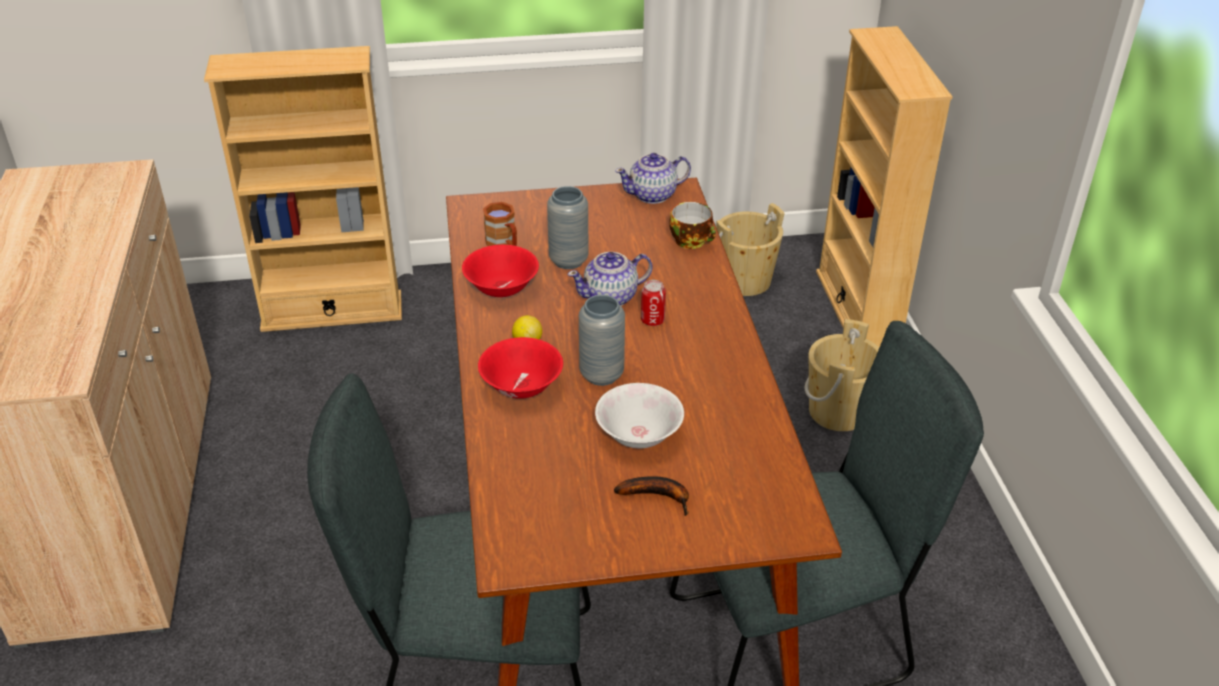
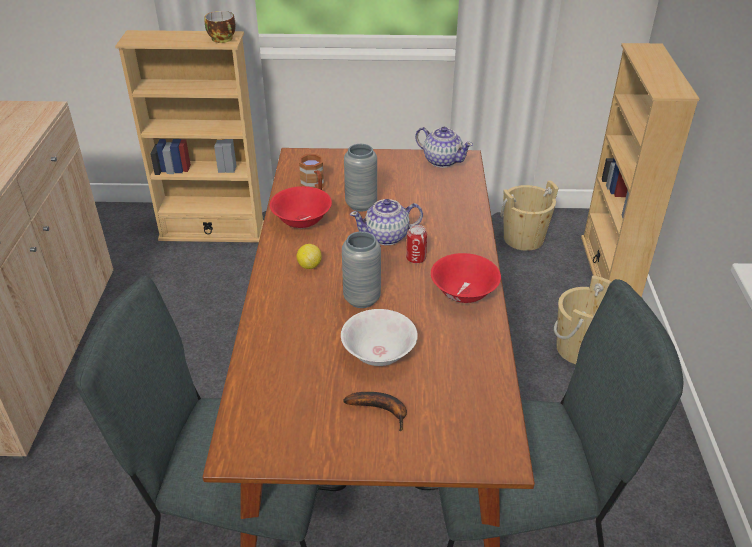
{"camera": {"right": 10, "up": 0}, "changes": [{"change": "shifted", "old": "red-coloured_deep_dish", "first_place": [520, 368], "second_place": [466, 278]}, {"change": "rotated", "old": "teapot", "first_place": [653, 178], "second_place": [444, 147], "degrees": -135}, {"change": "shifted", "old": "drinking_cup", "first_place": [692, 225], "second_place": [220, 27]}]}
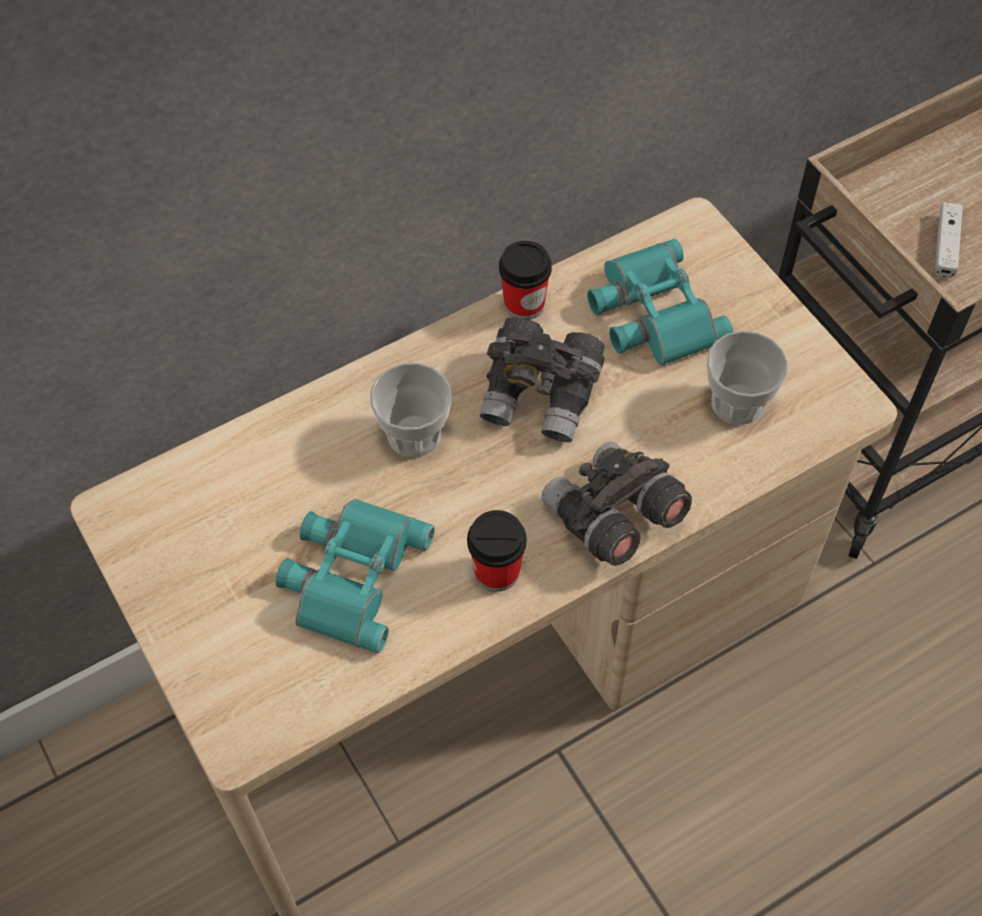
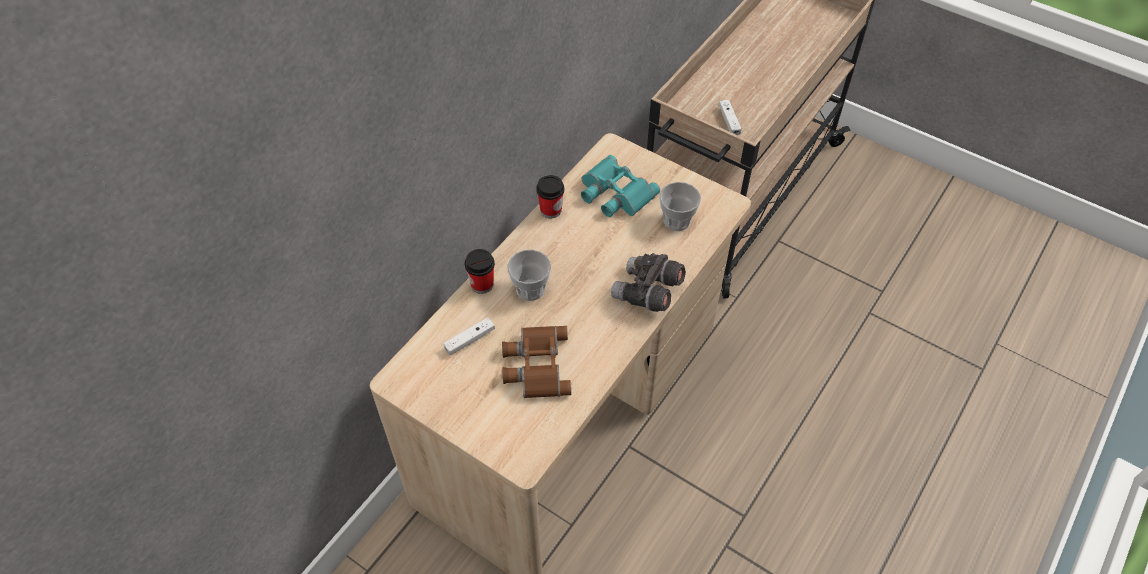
{"camera": {"right": -25, "up": -5}, "changes": [{"change": "repainted", "old": "turquoise_pair_of_binoculars", "new": "brown_pair_of_binoculars", "first_place": [355, 576], "second_place": [537, 362]}, {"change": "shifted", "old": "drinking_cup", "first_place": [497, 551], "second_place": [480, 271]}, {"change": "gone", "old": "grey_pair_of_binoculars", "first_place": [542, 379]}, {"change": "new", "new": "white_game_controller", "second_place": [469, 336]}]}
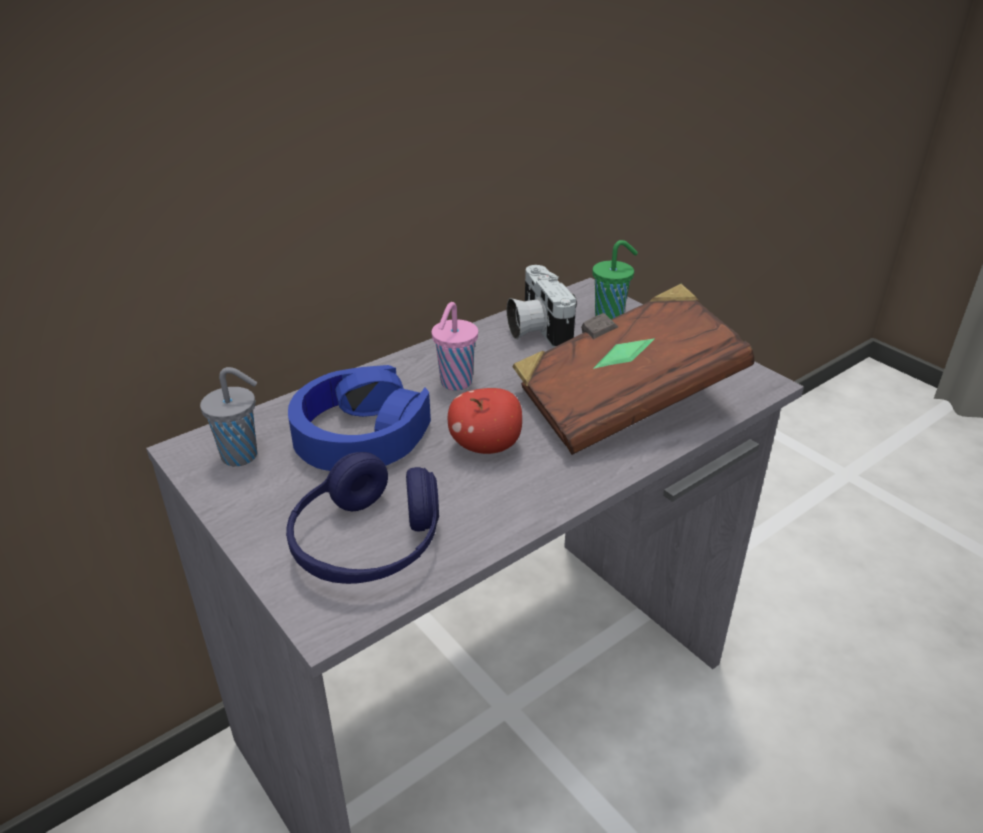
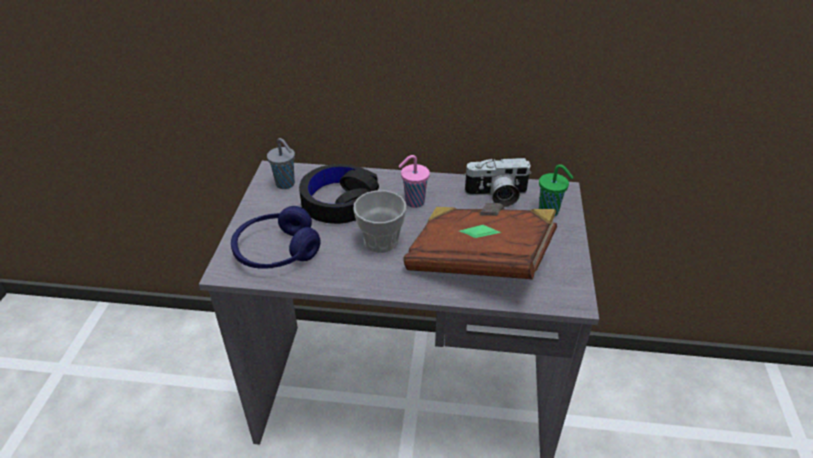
{"camera": {"right": 45, "up": 5}, "changes": [{"change": "repainted", "old": "blue-coloured_pair_of_headphones", "new": "black_pair_of_headphones", "first_place": [359, 418], "second_place": [339, 194]}, {"change": "swapped", "old": "apple", "new": "drinking_cup", "first_place": [485, 421], "second_place": [379, 221]}, {"change": "rotated", "old": "photo_camera", "first_place": [541, 306], "second_place": [498, 182], "degrees": -120}]}
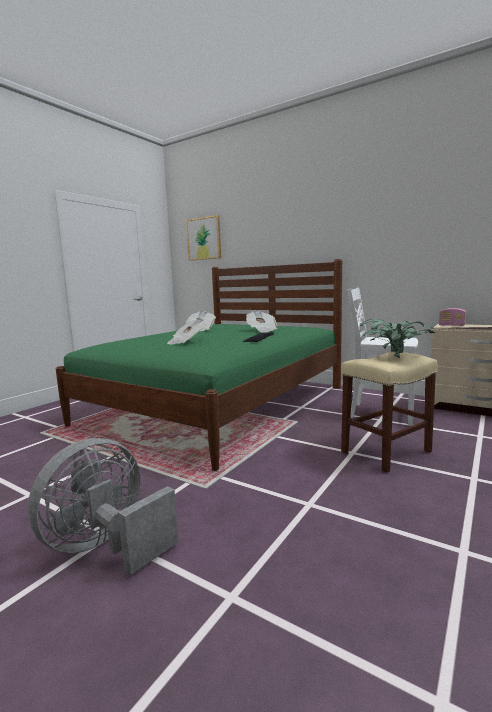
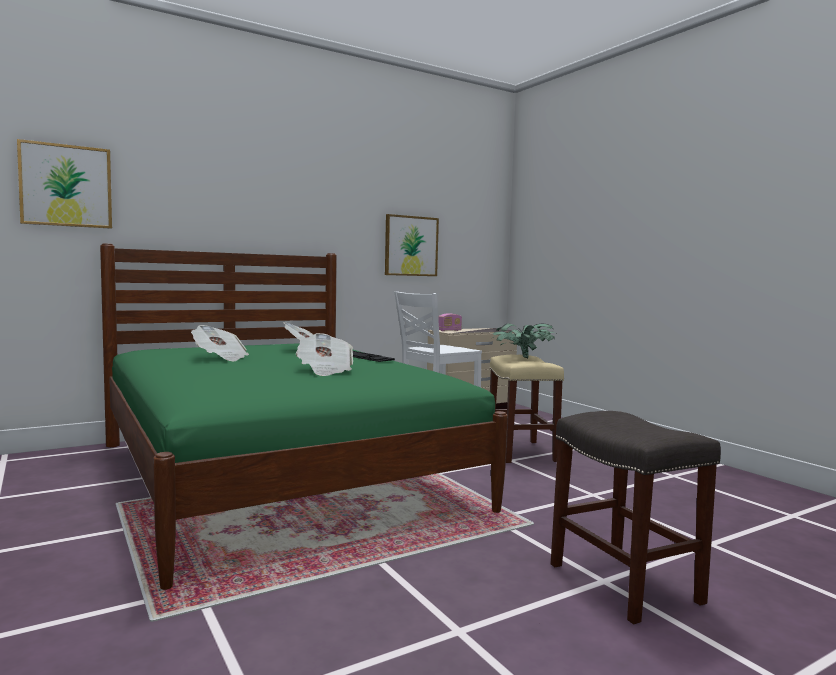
{"camera": {"right": -65, "up": -5}, "changes": [{"change": "swapped", "old": "grey_electric_fan", "new": "grey_stool_seat", "first_place": [103, 506], "second_place": [636, 517]}, {"change": "new", "new": "picture", "second_place": [412, 245]}]}
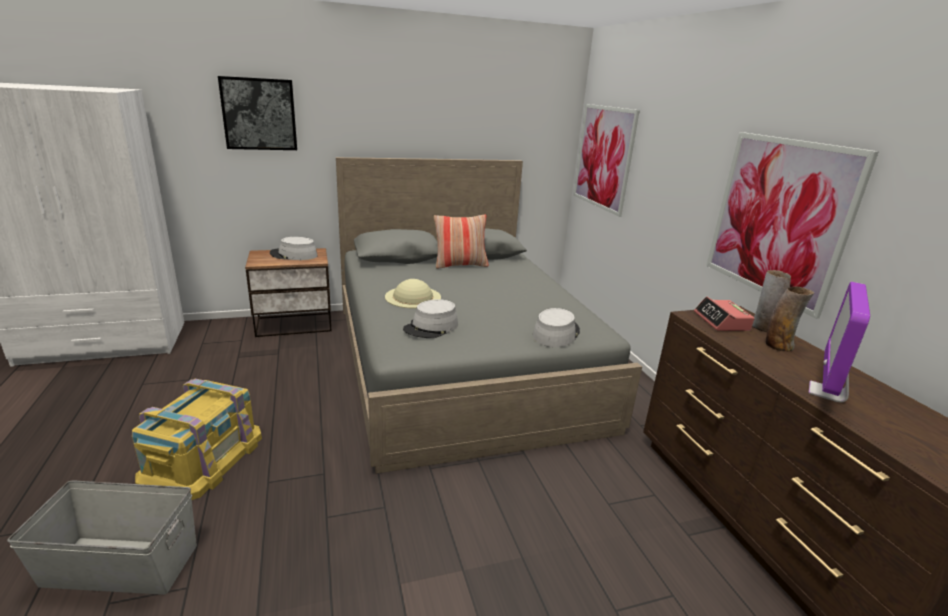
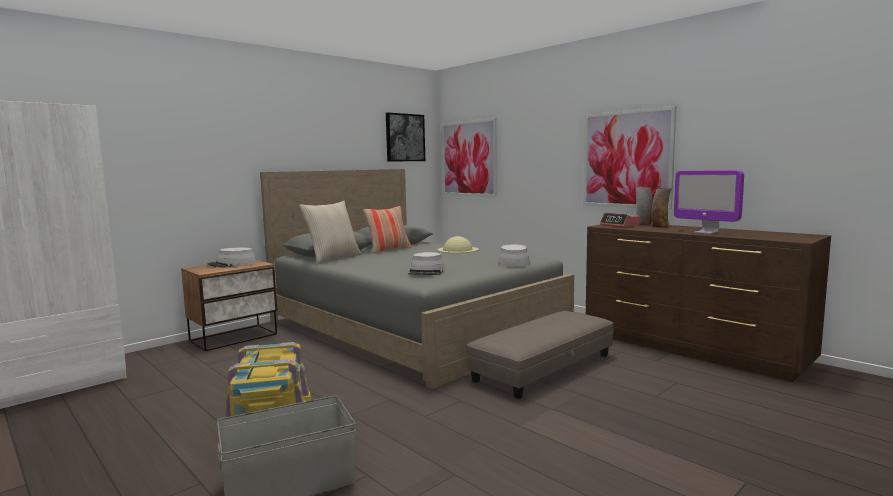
{"camera": {"right": -25, "up": -15}, "changes": [{"change": "shifted", "old": "picture", "first_place": [257, 113], "second_place": [405, 137]}, {"change": "shifted", "old": "sand-coloured_wearable_hat", "first_place": [413, 293], "second_place": [458, 244]}, {"change": "rotated", "old": "computer_display", "first_place": [839, 342], "second_place": [709, 202], "degrees": -45}, {"change": "new", "new": "sand-coloured_cushion", "second_place": [330, 232]}, {"change": "new", "new": "grey_ottoman", "second_place": [540, 355]}]}
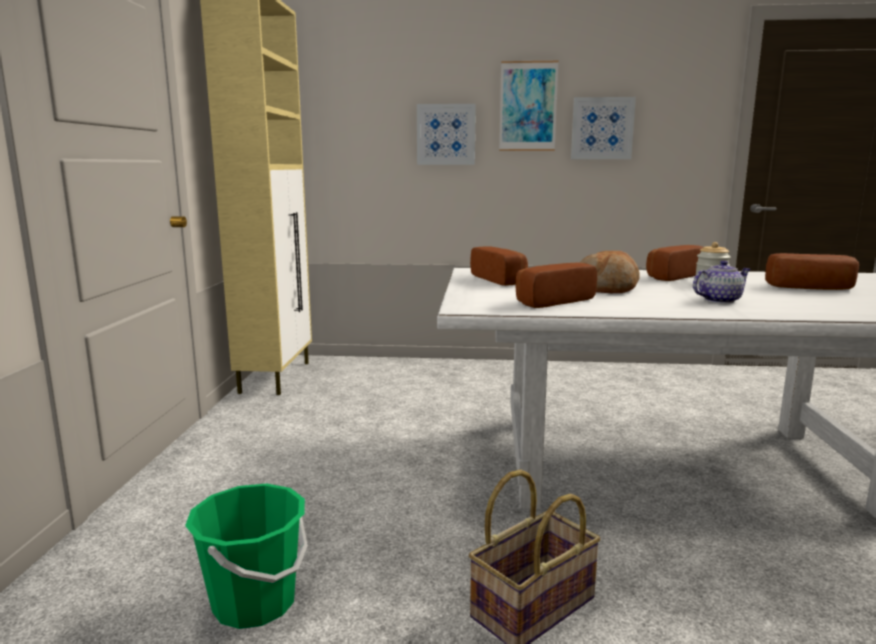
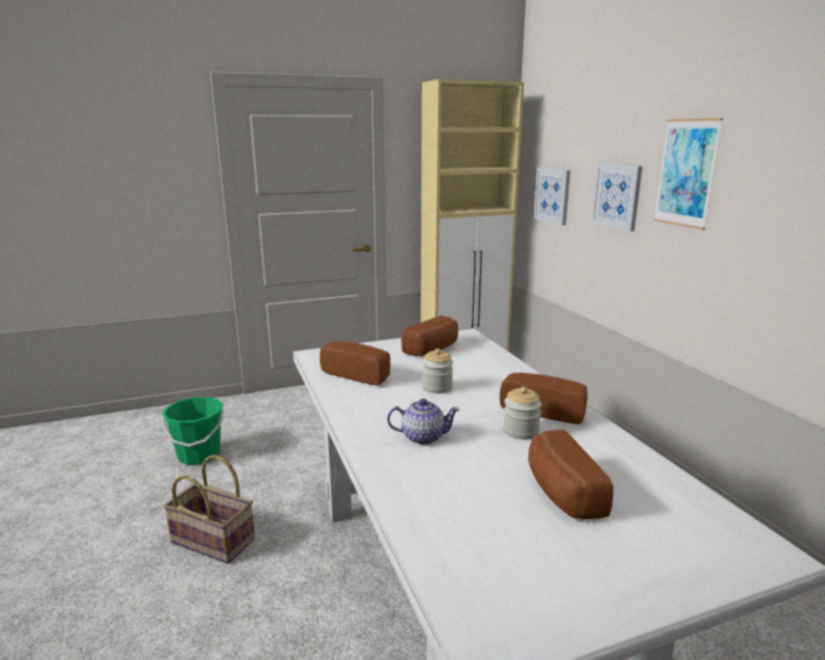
{"camera": {"right": 65, "up": 5}, "changes": [{"change": "shifted", "old": "picture", "first_place": [603, 128], "second_place": [552, 196]}, {"change": "swapped", "old": "bread", "new": "jar", "first_place": [610, 272], "second_place": [437, 371]}, {"change": "rotated", "old": "teapot", "first_place": [722, 282], "second_place": [423, 422], "degrees": -45}]}
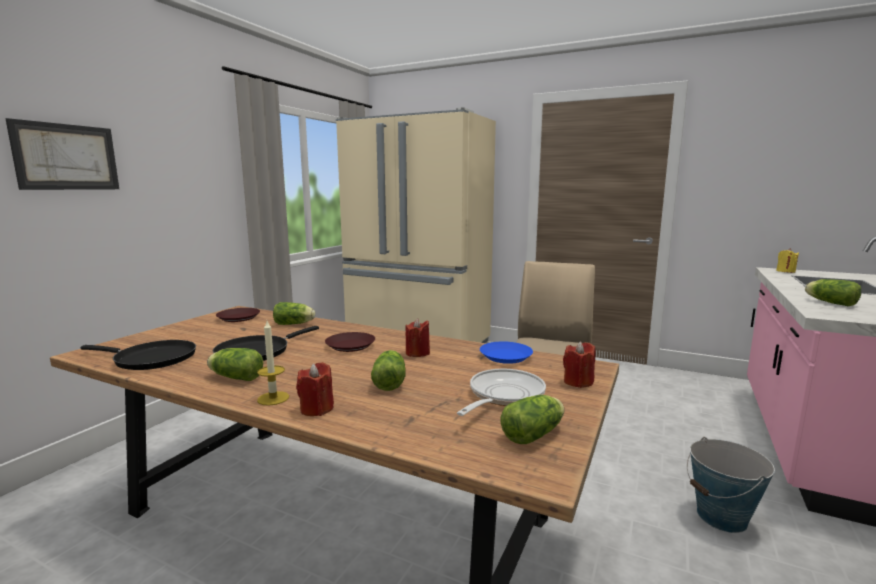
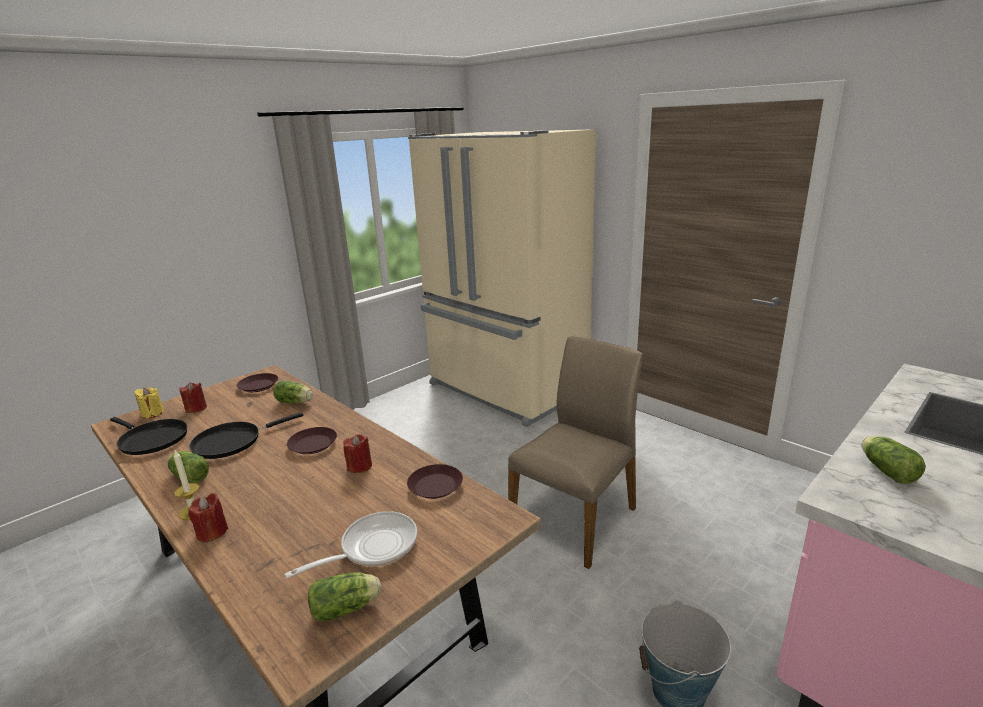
{"camera": {"right": 20, "up": 10}, "changes": [{"change": "gone", "old": "picture", "first_place": [62, 154]}, {"change": "gone", "old": "head_of_lettuce", "first_place": [388, 370]}, {"change": "repainted", "old": "blue-coloured_plate", "new": "brown_plate", "first_place": [506, 352], "second_place": [435, 481]}, {"change": "shifted", "old": "red-coloured_wax_light", "first_place": [579, 364], "second_place": [193, 397]}, {"change": "shifted", "old": "yellowish_wax_light", "first_place": [787, 260], "second_place": [149, 403]}]}
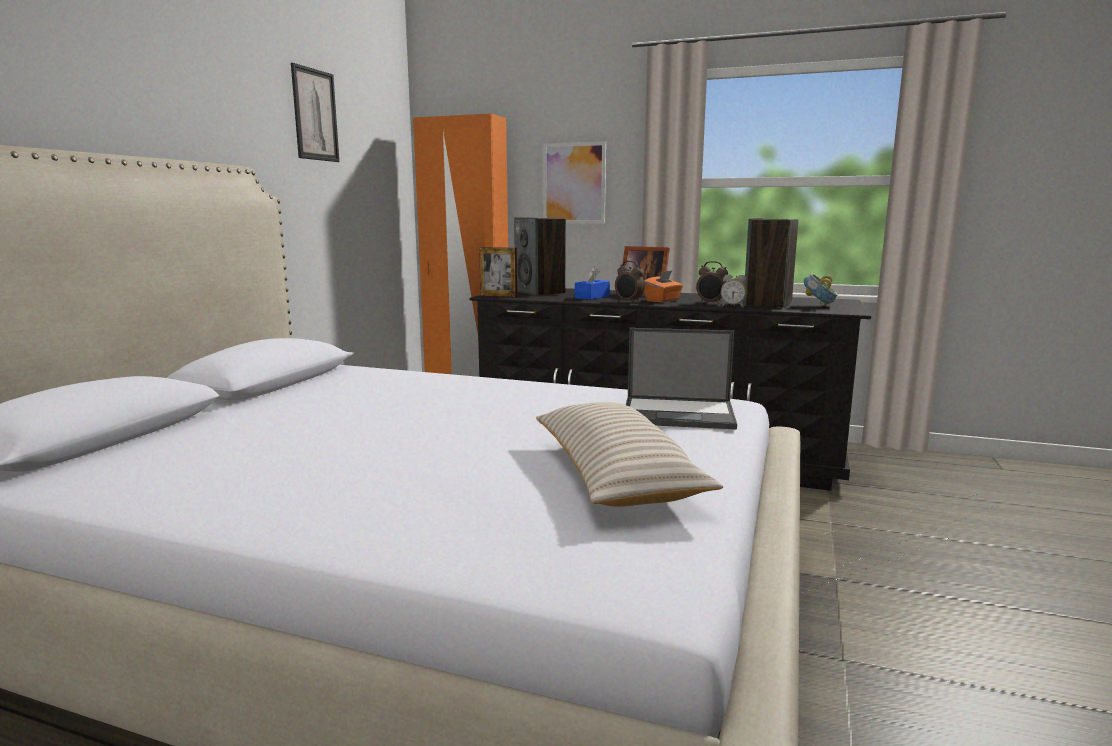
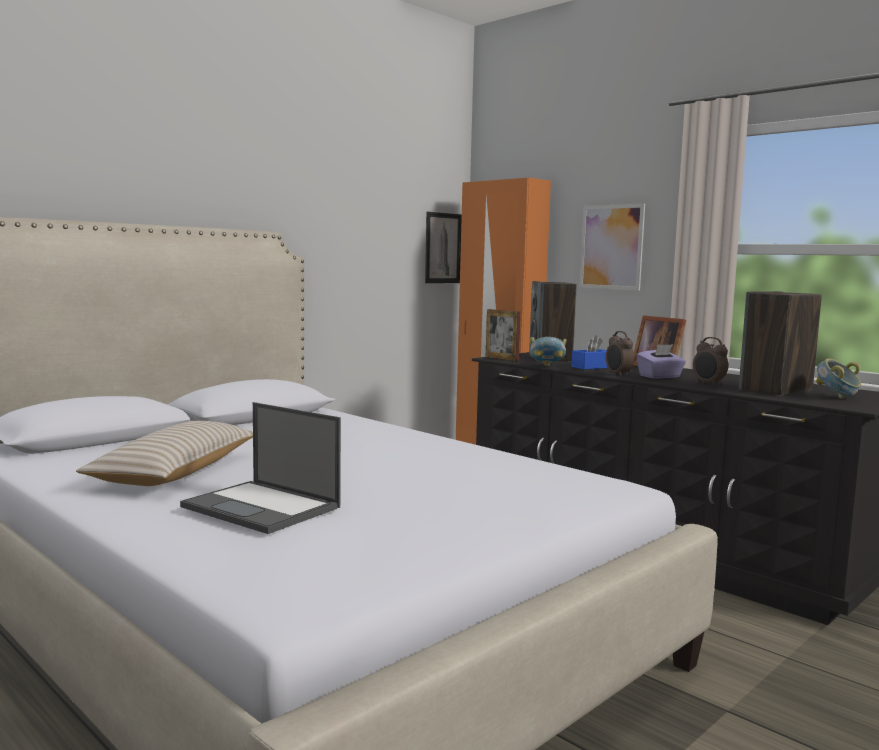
{"camera": {"right": 25, "up": -5}, "changes": [{"change": "shifted", "old": "picture", "first_place": [315, 112], "second_place": [443, 247]}, {"change": "shifted", "old": "sand-coloured_cushion", "first_place": [629, 454], "second_place": [164, 453]}, {"change": "shifted", "old": "laptop", "first_place": [681, 379], "second_place": [260, 468]}, {"change": "repainted", "old": "orange_box_of_tissues", "new": "purple-coloured_box_of_tissues", "first_place": [663, 286], "second_place": [661, 361]}, {"change": "gone", "old": "table_clock", "first_place": [734, 291]}, {"change": "new", "new": "deep_dish", "second_place": [548, 351]}]}
